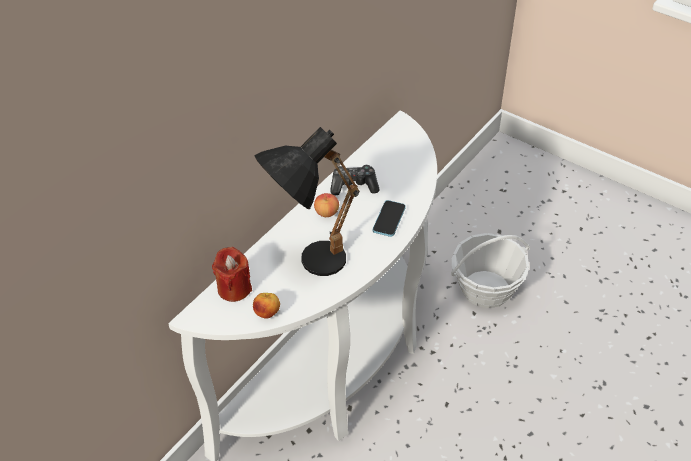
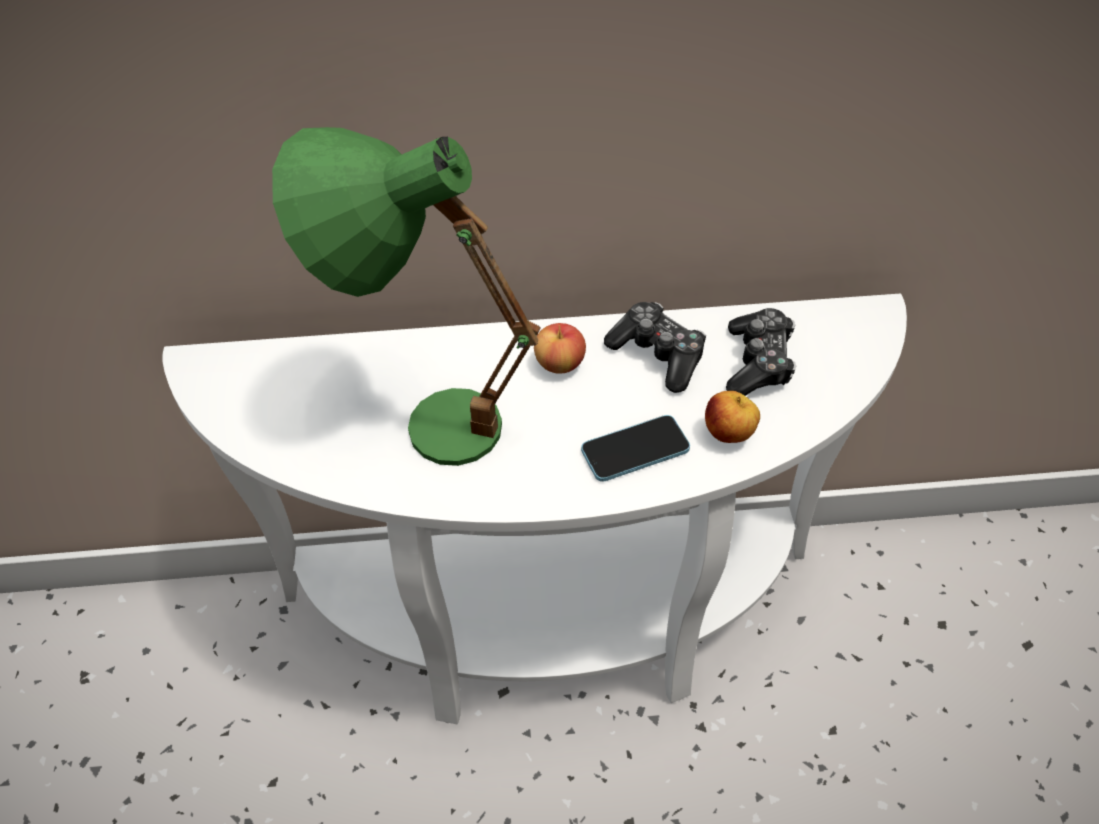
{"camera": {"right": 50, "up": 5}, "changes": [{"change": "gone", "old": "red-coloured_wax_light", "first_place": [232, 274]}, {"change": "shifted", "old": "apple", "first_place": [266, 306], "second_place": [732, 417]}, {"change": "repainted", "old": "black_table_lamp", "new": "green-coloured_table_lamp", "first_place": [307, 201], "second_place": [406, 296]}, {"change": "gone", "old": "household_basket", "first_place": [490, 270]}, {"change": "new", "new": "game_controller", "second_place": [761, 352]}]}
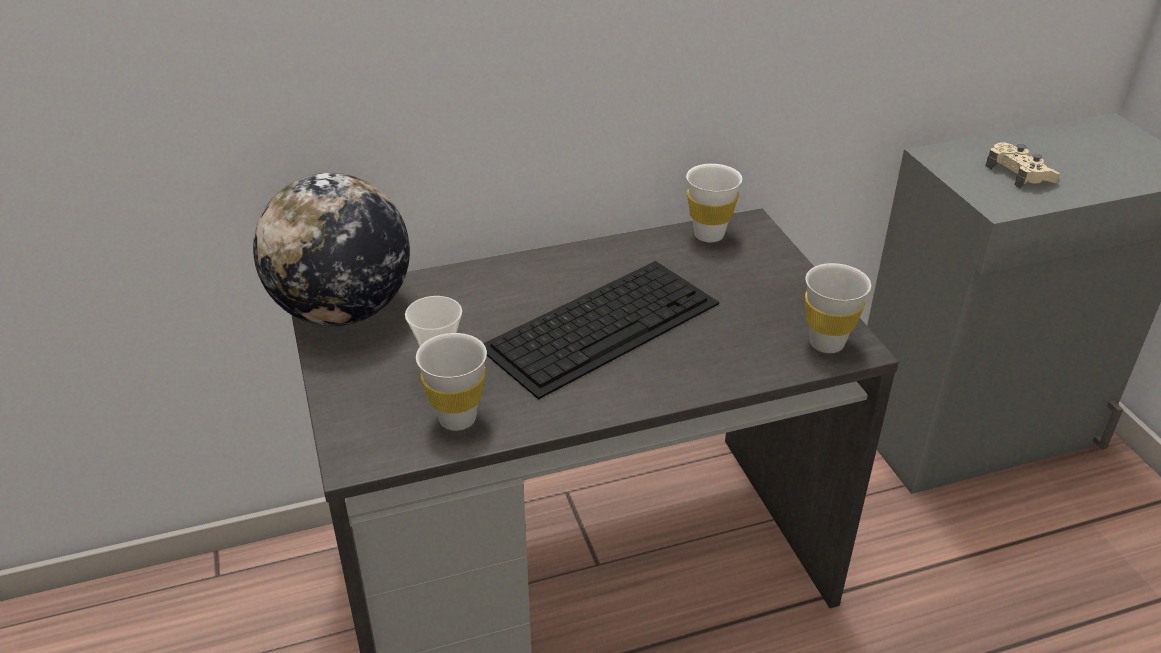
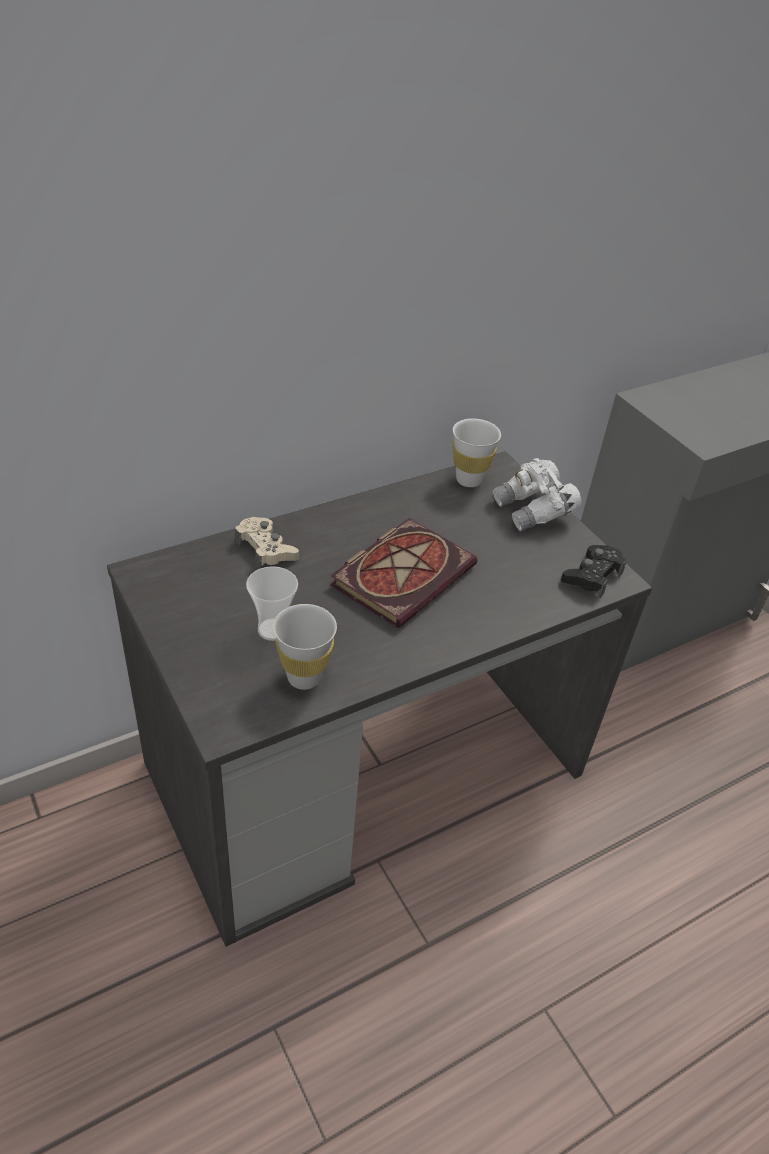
{"camera": {"right": -15, "up": 5}, "changes": [{"change": "gone", "old": "world_globe", "first_place": [331, 249]}, {"change": "swapped", "old": "keyboard", "new": "book", "first_place": [601, 330], "second_place": [403, 573]}, {"change": "swapped", "old": "white_drinking_cup", "new": "black_game_controller", "first_place": [838, 308], "second_place": [594, 571]}, {"change": "shifted", "old": "sand-coloured_game_controller", "first_place": [1023, 165], "second_place": [267, 543]}, {"change": "new", "new": "white_pair_of_binoculars", "second_place": [537, 494]}]}
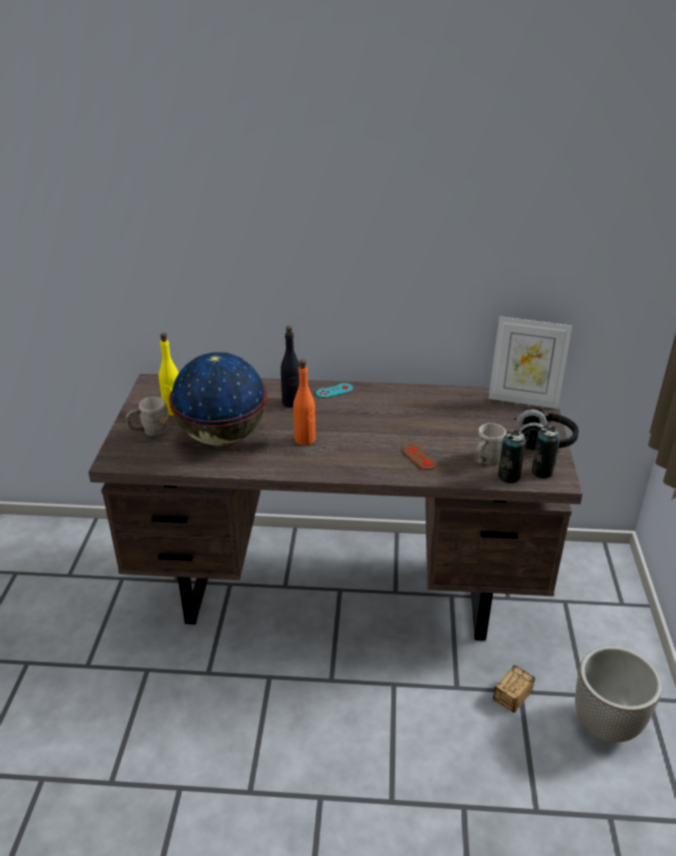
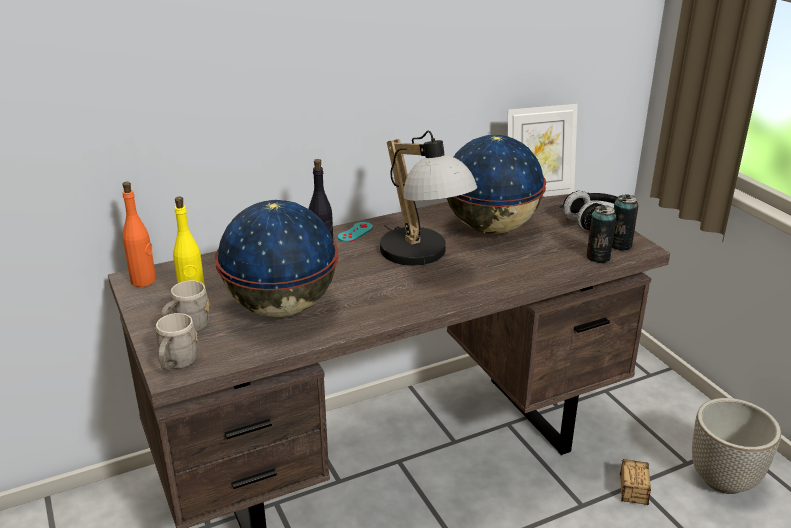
{"camera": {"right": -30, "up": -5}, "changes": [{"change": "shifted", "old": "orange_bottle", "first_place": [304, 402], "second_place": [139, 234]}, {"change": "gone", "old": "brown_game_controller", "first_place": [420, 457]}, {"change": "shifted", "old": "grey_mug", "first_place": [490, 444], "second_place": [177, 341]}, {"change": "new", "new": "table_lamp", "second_place": [428, 198]}, {"change": "new", "new": "world_globe", "second_place": [496, 184]}]}
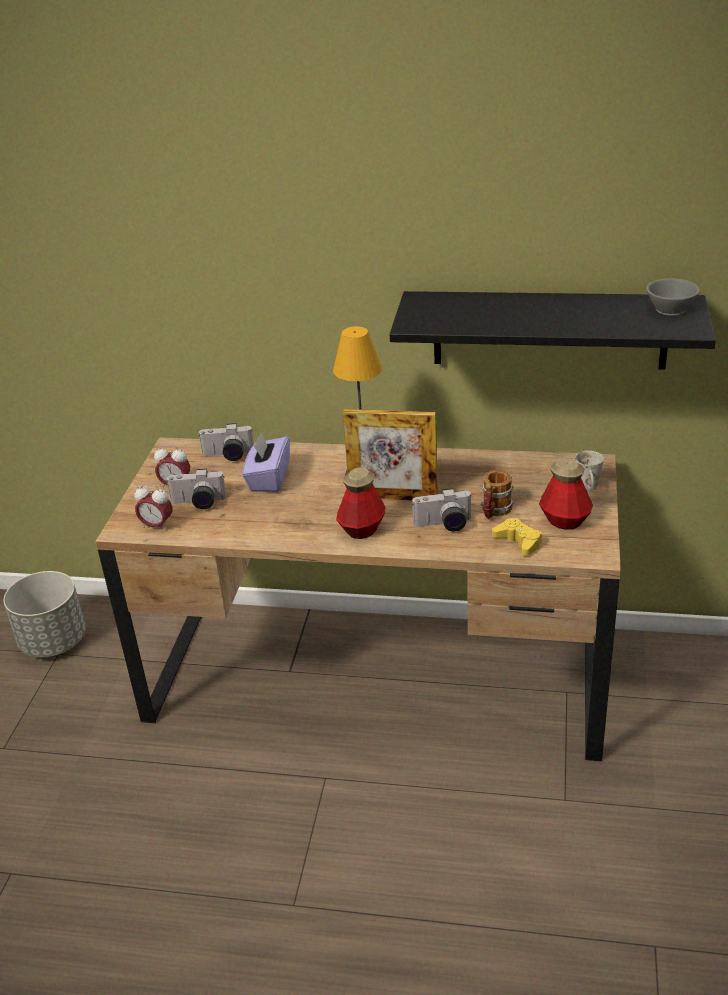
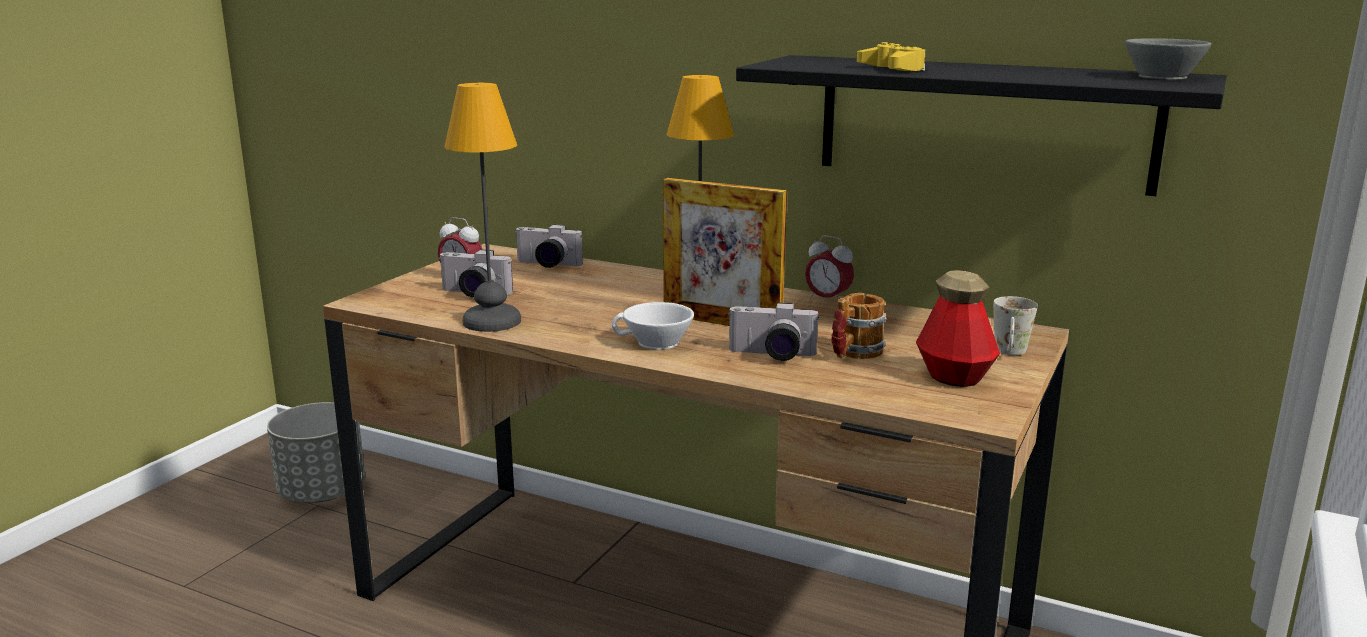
{"camera": {"right": 15, "up": -15}, "changes": [{"change": "shifted", "old": "table_clock", "first_place": [153, 507], "second_place": [829, 268]}, {"change": "gone", "old": "purple-coloured_box_of_tissues", "first_place": [266, 462]}, {"change": "swapped", "old": "bottle", "new": "white_drinking_cup", "first_place": [361, 503], "second_place": [653, 326]}, {"change": "shifted", "old": "yellowish_game_controller", "first_place": [517, 537], "second_place": [891, 56]}, {"change": "new", "new": "table_lamp", "second_place": [482, 207]}]}
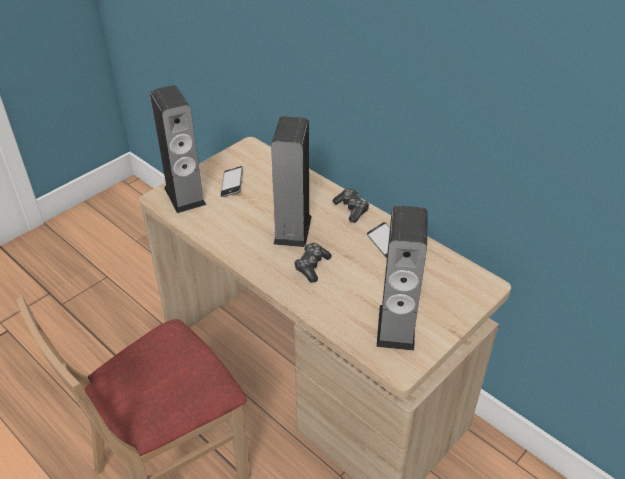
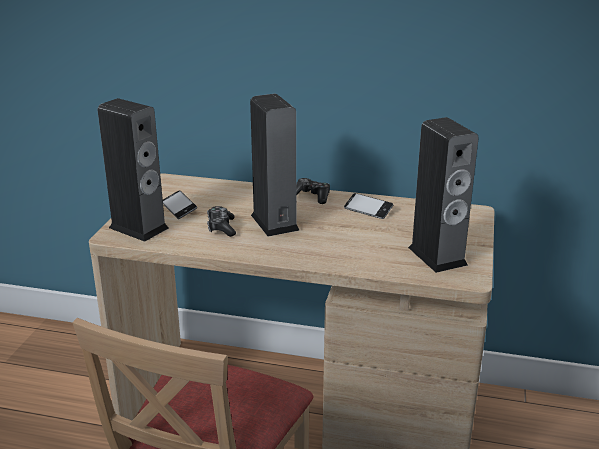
{"camera": {"right": -30, "up": -15}, "changes": [{"change": "shifted", "old": "game_controller", "first_place": [313, 263], "second_place": [221, 221]}]}
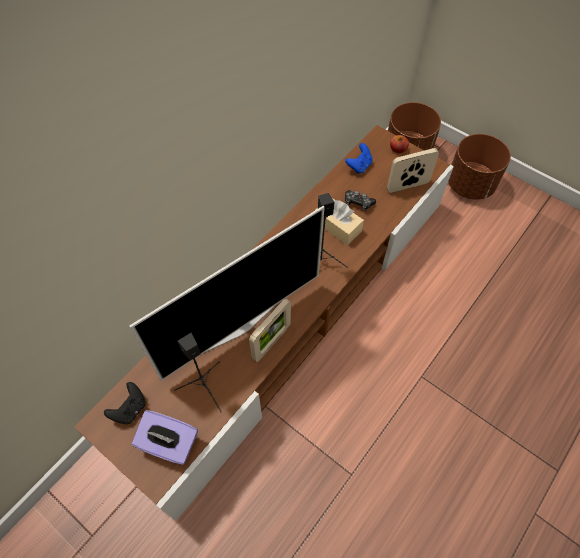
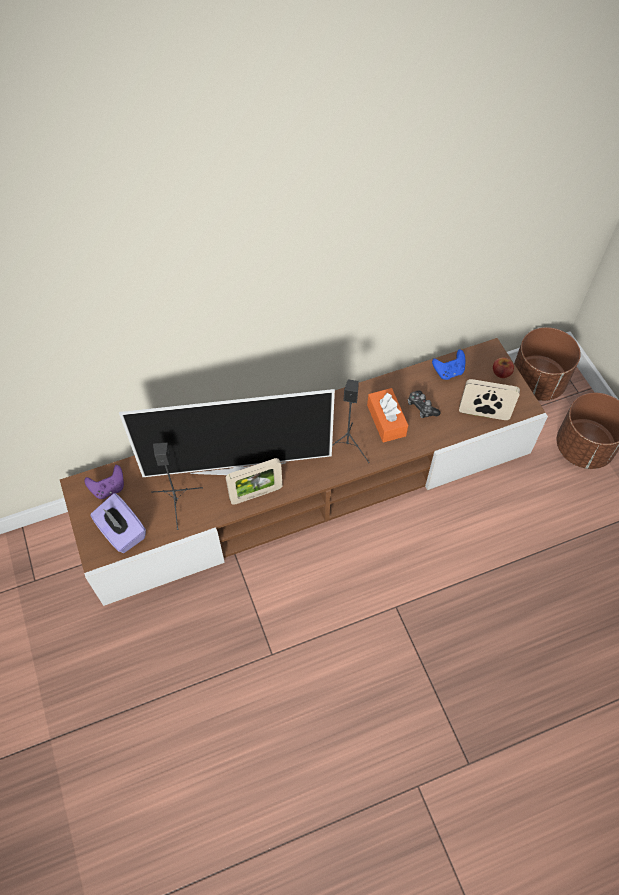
{"camera": {"right": 30, "up": 0}, "changes": [{"change": "repainted", "old": "black_game_controller", "new": "purple-coloured_game_controller", "first_place": [125, 403], "second_place": [104, 482]}, {"change": "repainted", "old": "sand-coloured_box_of_tissues", "new": "orange_box_of_tissues", "first_place": [339, 221], "second_place": [387, 415]}]}
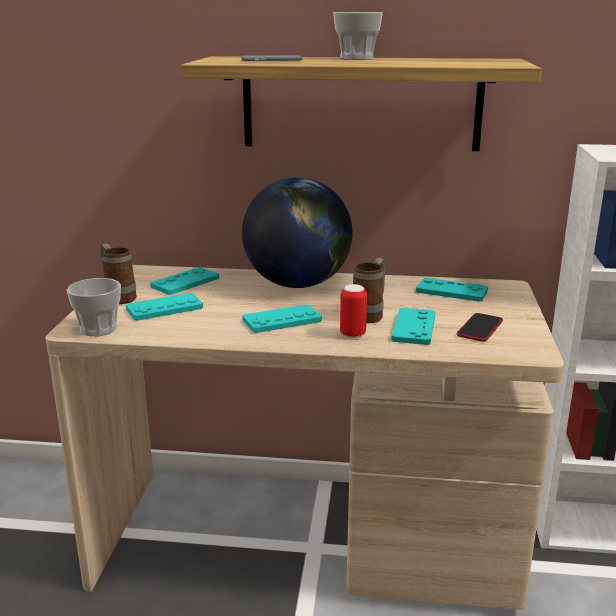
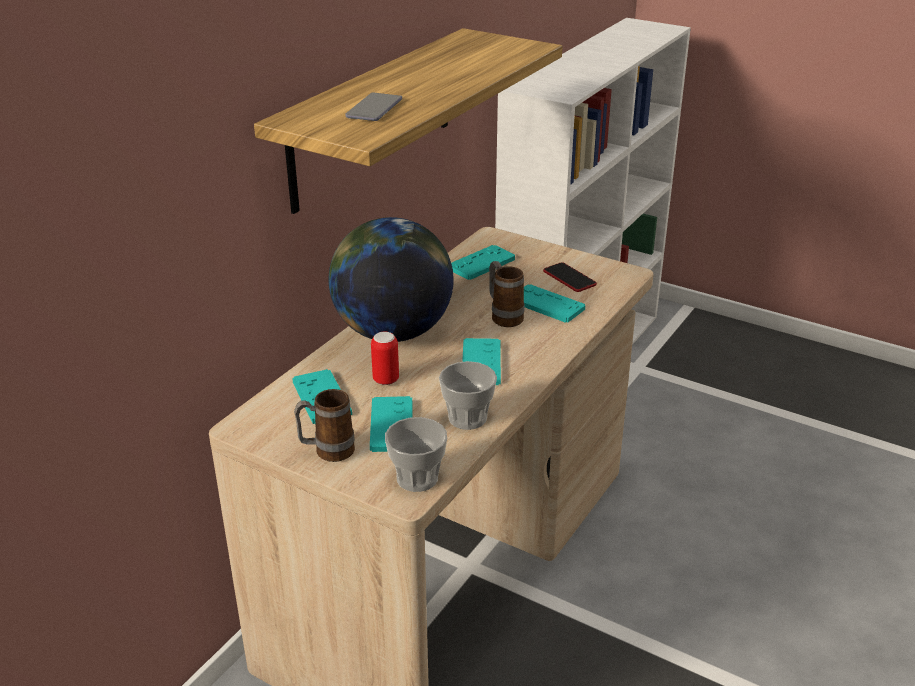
{"camera": {"right": -65, "up": 10}, "changes": [{"change": "shifted", "old": "drinking_cup", "first_place": [358, 36], "second_place": [468, 395]}, {"change": "shifted", "old": "metal_can", "first_place": [353, 311], "second_place": [385, 358]}]}
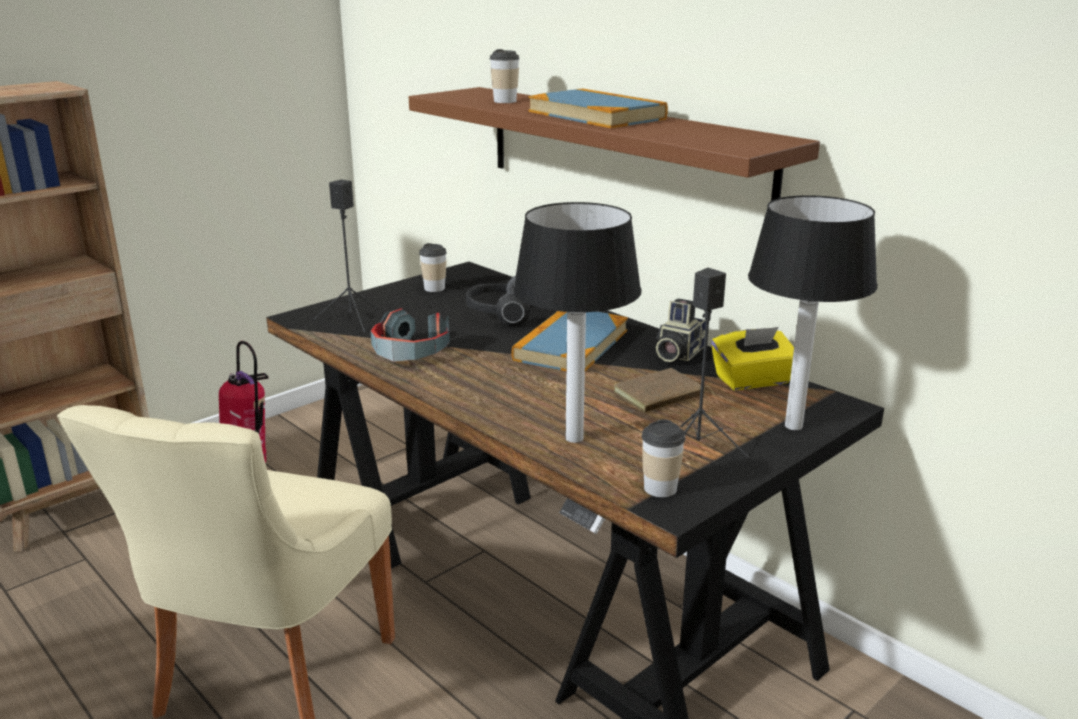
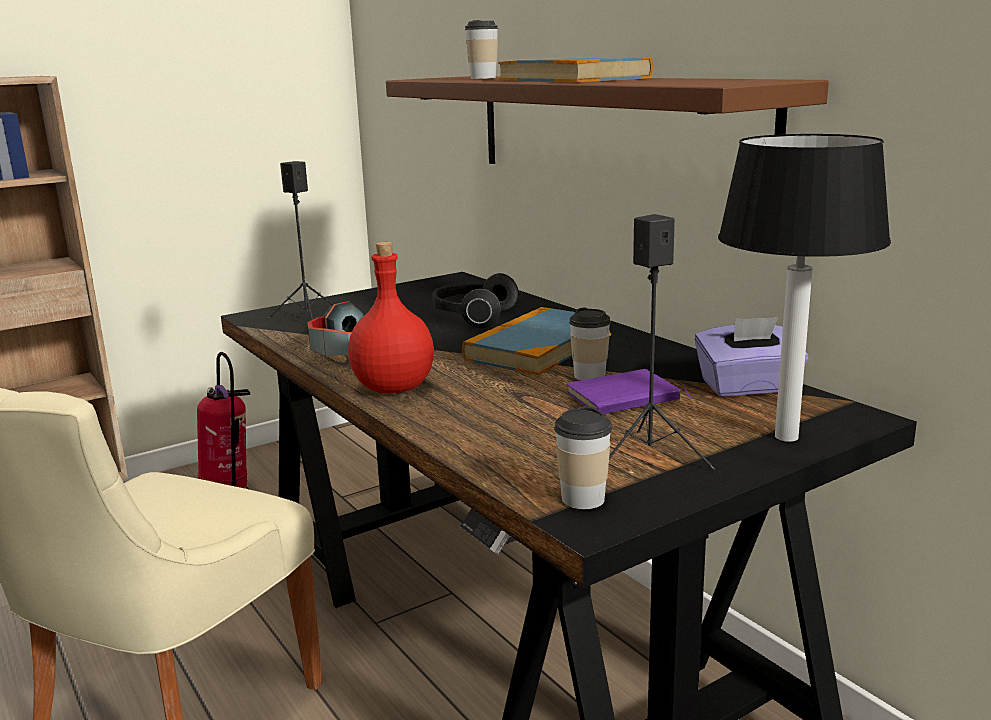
{"camera": {"right": 10, "up": -5}, "changes": [{"change": "shifted", "old": "drinking_cup", "first_place": [433, 267], "second_place": [590, 343]}, {"change": "gone", "old": "table_lamp", "first_place": [577, 322]}, {"change": "repainted", "old": "brown_book", "new": "purple-coloured_book", "first_place": [665, 390], "second_place": [629, 391]}, {"change": "gone", "old": "photo_camera", "first_place": [681, 330]}, {"change": "repainted", "old": "yellowish_box_of_tissues", "new": "purple-coloured_box_of_tissues", "first_place": [752, 358], "second_place": [752, 356]}, {"change": "new", "new": "red-coloured_bottle", "second_place": [391, 318]}]}
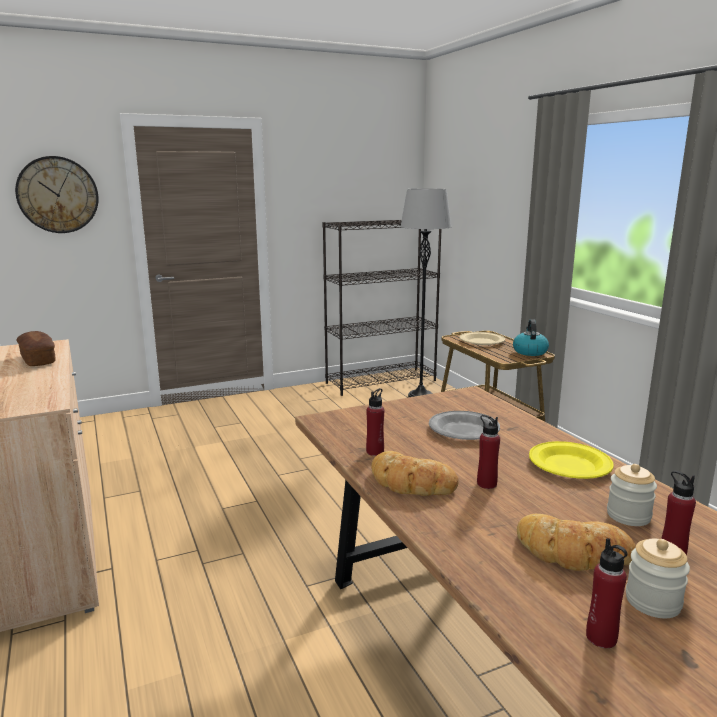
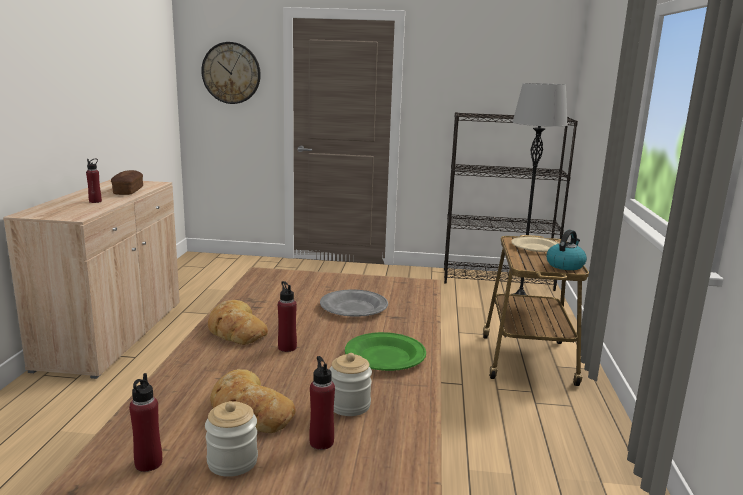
{"camera": {"right": 30, "up": 0}, "changes": [{"change": "shifted", "old": "red-coloured_bottle", "first_place": [375, 422], "second_place": [94, 181]}, {"change": "repainted", "old": "yellowish_plate", "new": "green-coloured_plate", "first_place": [571, 460], "second_place": [385, 351]}]}
